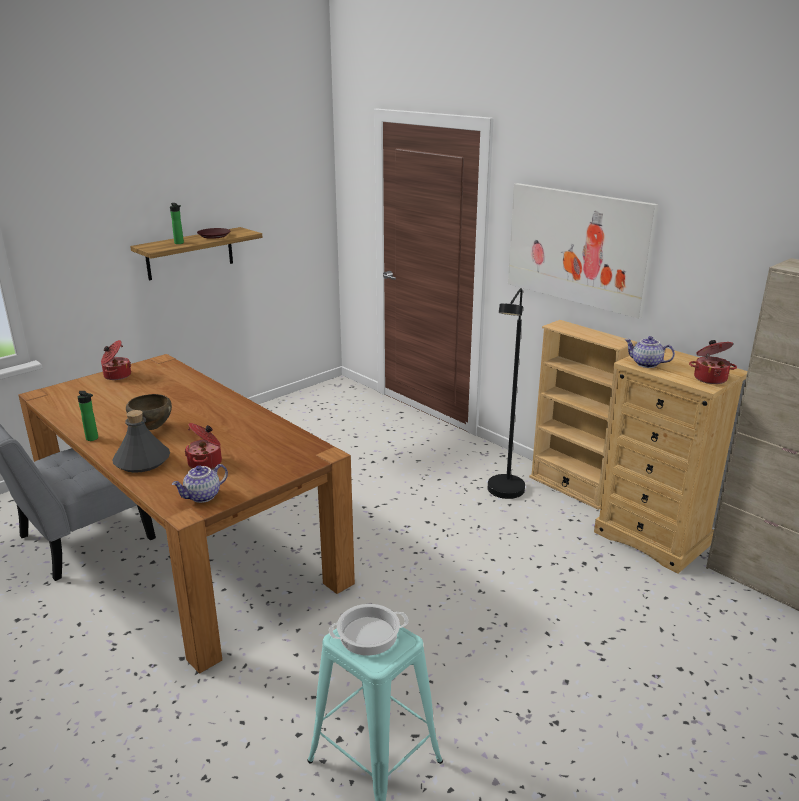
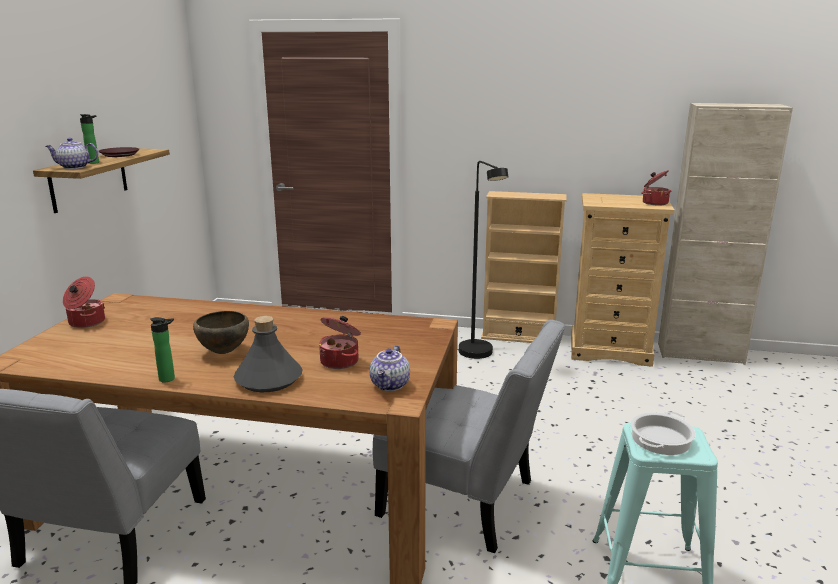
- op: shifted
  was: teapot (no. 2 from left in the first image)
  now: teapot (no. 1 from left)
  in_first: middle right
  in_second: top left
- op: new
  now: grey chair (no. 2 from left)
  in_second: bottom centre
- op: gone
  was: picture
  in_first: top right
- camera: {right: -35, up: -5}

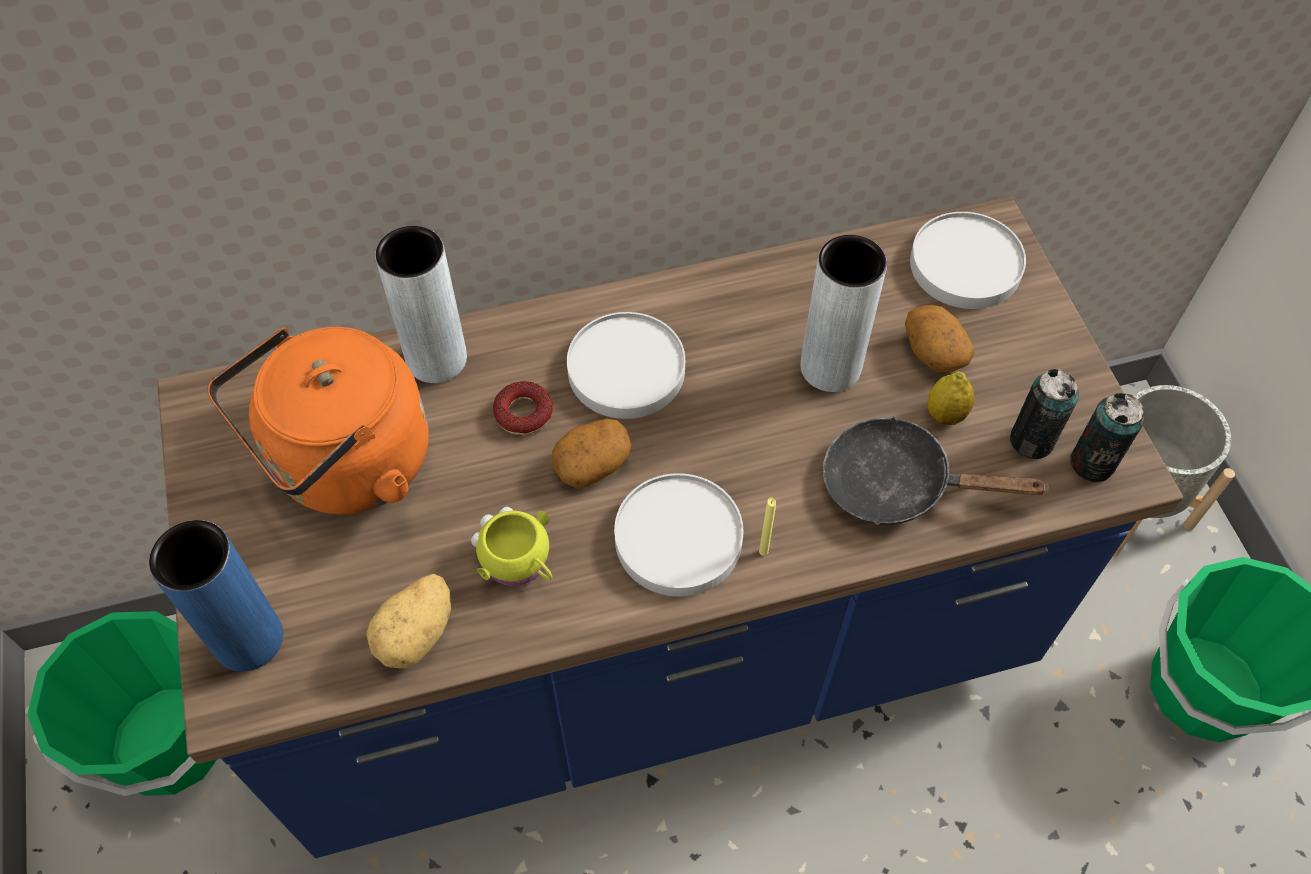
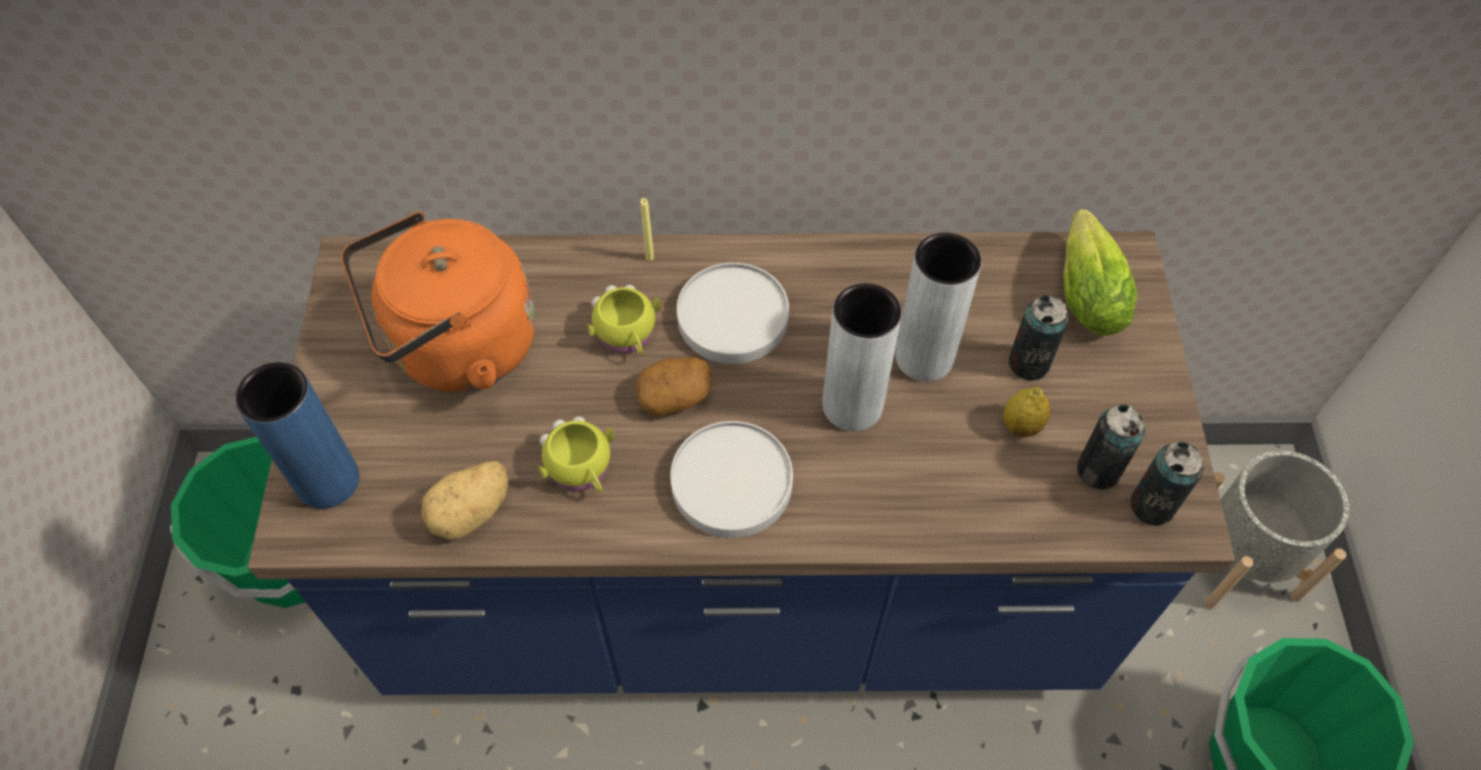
- op: swapped
  was: donut
  now: yellow mug (no. 2 from left)
  in_first: centre
  in_second: centre
- op: shifted
  was: yellow candle
  in_first: centre
  in_second: top centre
- op: shifted
  was: grey vase (no. 1 from left)
  in_first: middle left
  in_second: centre
- op: swapped
  was: potato (no. 3 from left)
  now: can (no. 1 from left)
  in_first: middle right
  in_second: middle right
- op: swapped
  was: white plate (no. 3 from left)
  now: lettuce
  in_first: top right
  in_second: middle right
- op: gone
  was: black frying pan
  in_first: middle right
- camera: {right: 15, up: 0}

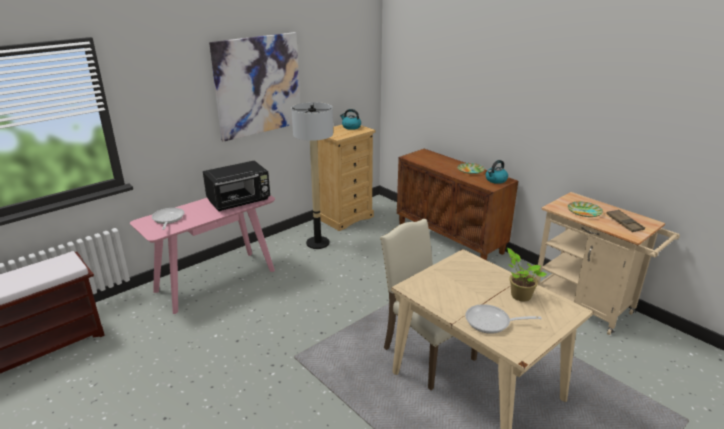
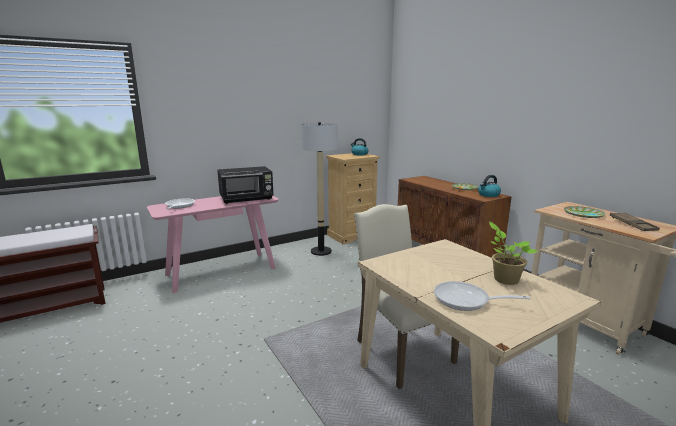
- op: gone
  was: picture
  in_first: top centre
- camera: {right: 10, up: -10}

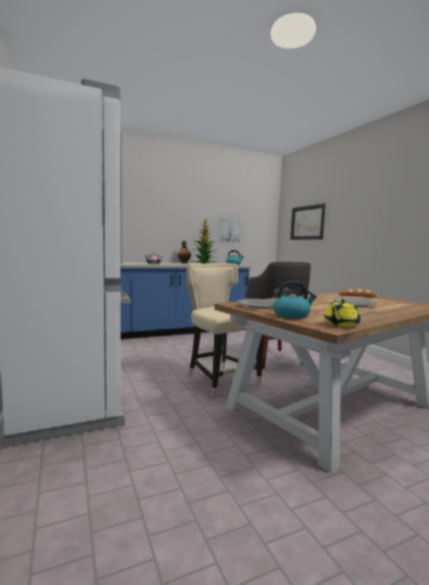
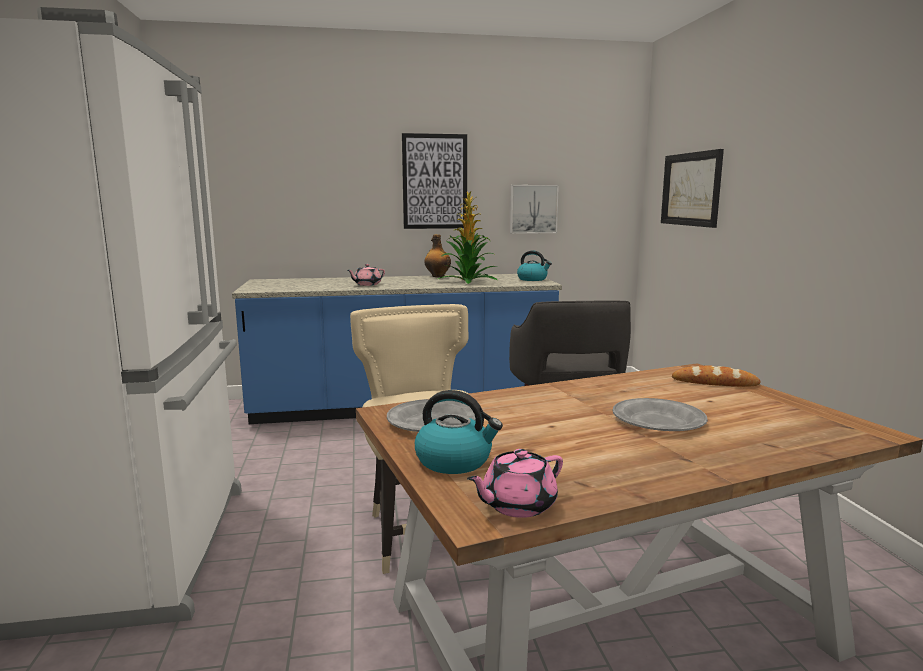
- op: new
  now: picture (no. 1 from left)
  in_second: top centre
- op: repainted
  was: yellow teapot
  now: pink teapot (no. 2 from left)
  in_first: middle right
  in_second: bottom centre
- camera: {right: 15, up: 5}

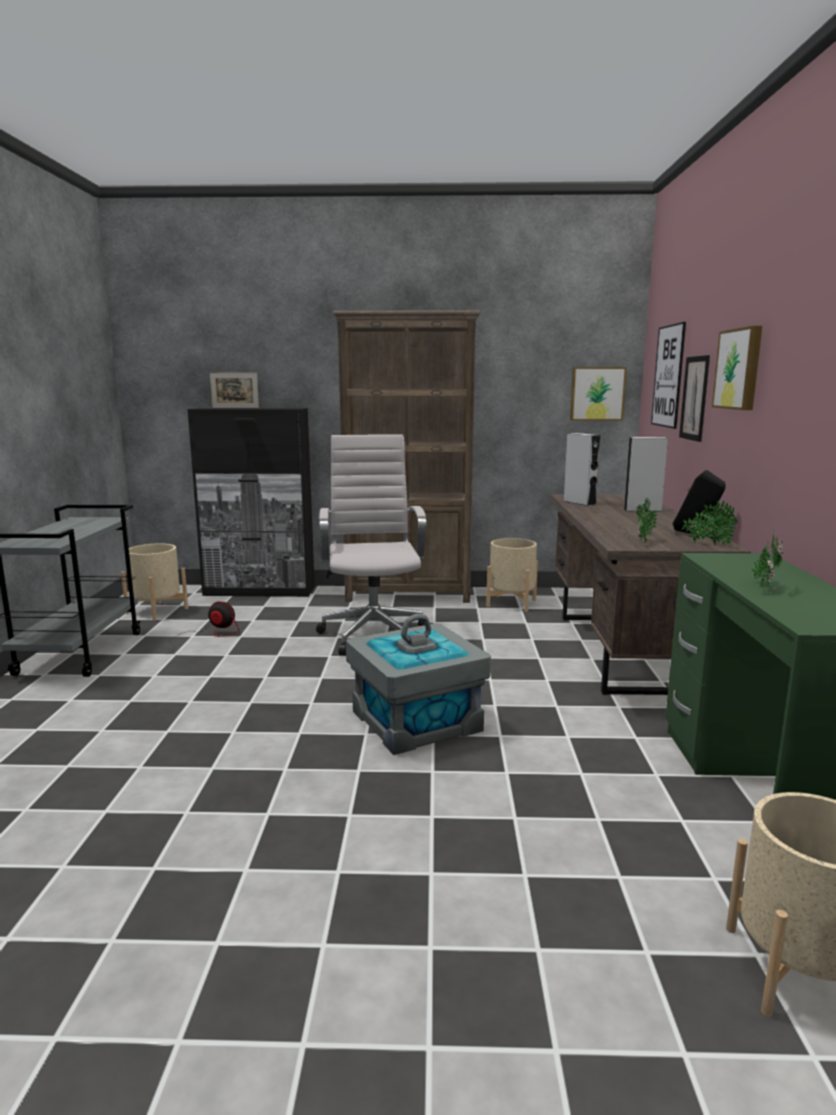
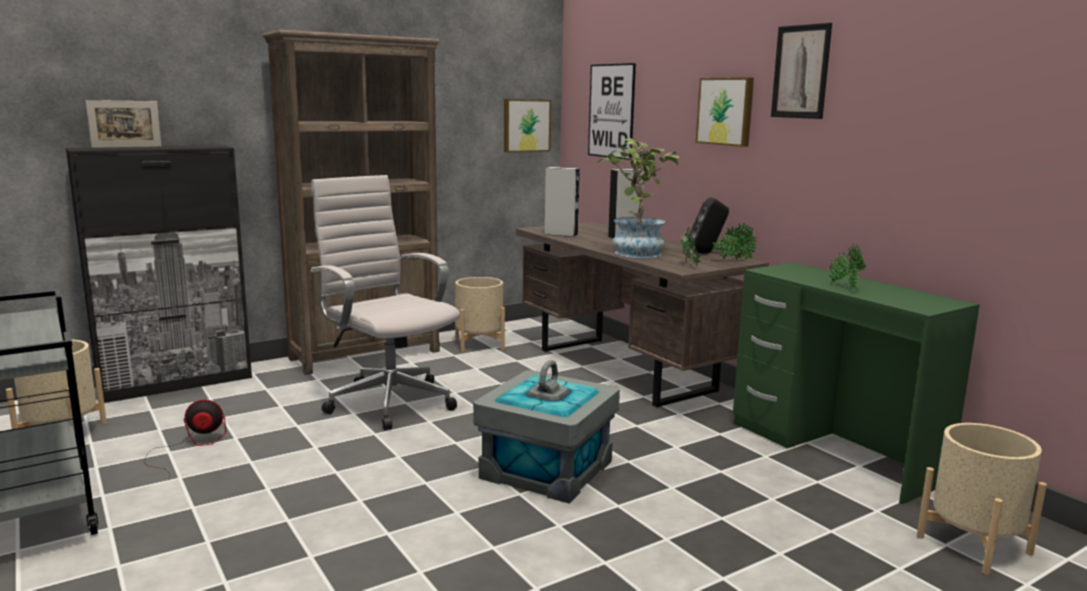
- op: new
  now: potted plant (no. 1 from left)
  in_second: centre
- op: shifted
  was: picture (no. 3 from left in the first image)
  now: picture (no. 4 from left)
  in_first: middle right
  in_second: top right
- camera: {right: -35, up: 0}

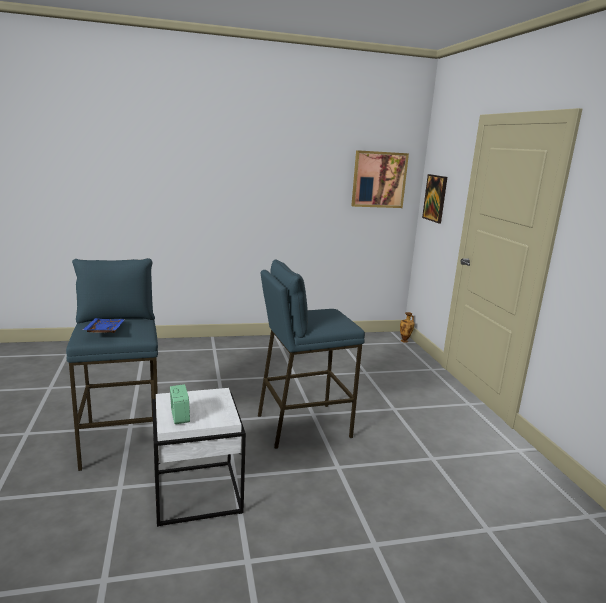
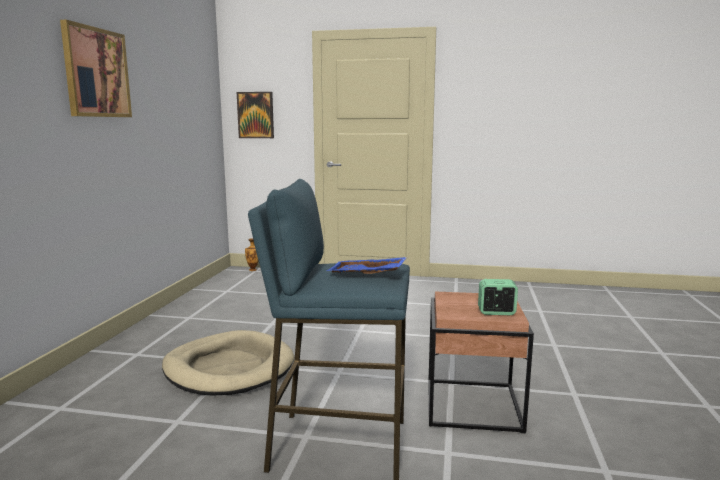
- op: shifted
  was: picture (no. 1 from left)
  in_first: top centre
  in_second: top left
- op: new
  now: beige dog bed
  in_second: bottom left
- op: repainted
  was: white side table
  now: brown side table
  in_first: bottom left
  in_second: bottom right
- op: gone
  was: blue stool (no. 2 from left)
  in_first: centre
- camera: {right: -65, up: -5}

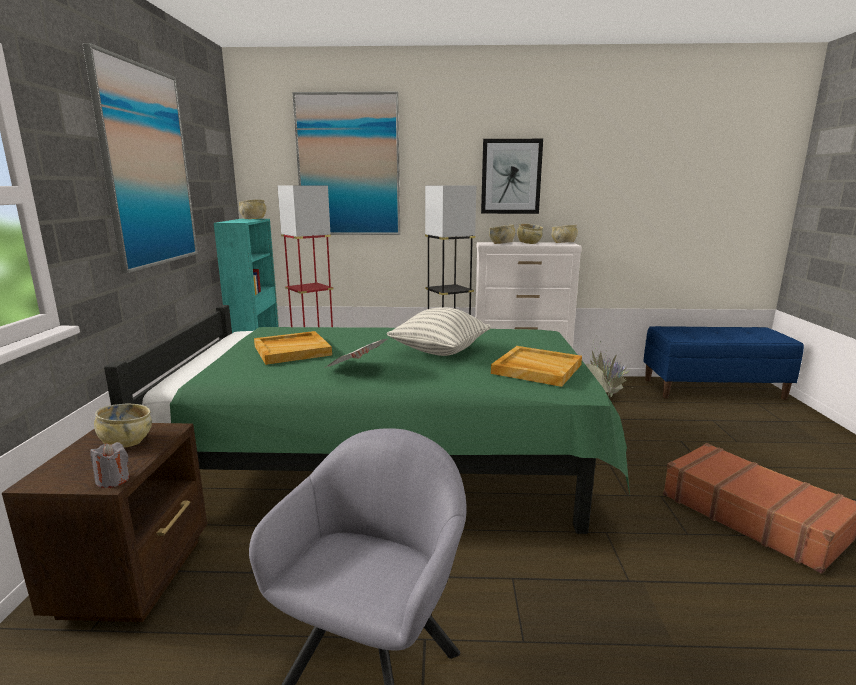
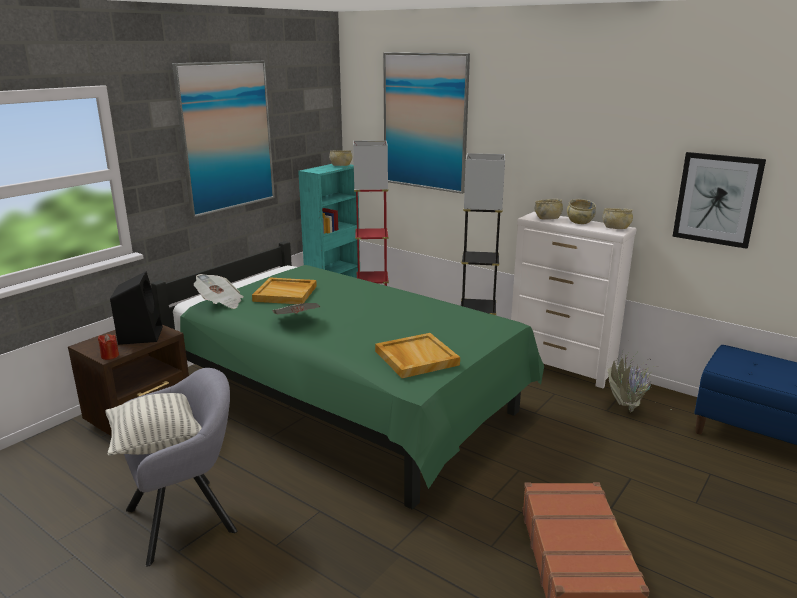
- op: repainted
  was: grey candle
  now: red candle
  in_first: bottom left
  in_second: middle left
- op: shifted
  was: pillow
  in_first: centre
  in_second: bottom left
- op: swapped
  was: beige bowl (no. 1 from left)
  now: black speaker
  in_first: middle left
  in_second: middle left
- op: new
  now: newspaper (no. 1 from left)
  in_second: middle left
- op: shifted
  was: picture (no. 3 from left)
  in_first: top centre
  in_second: middle right
- camera: {right: 35, up: 5}

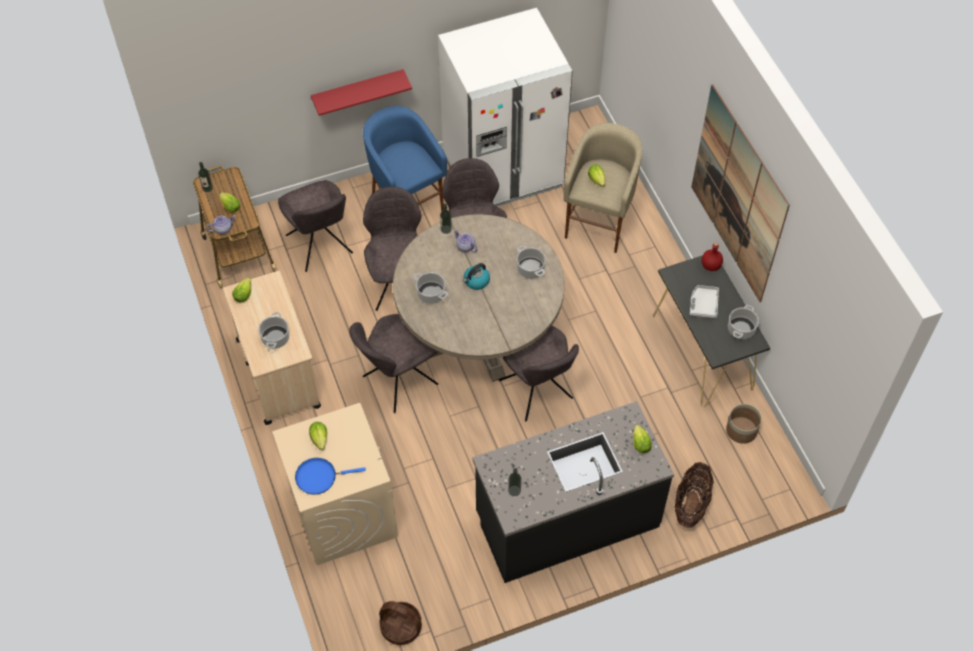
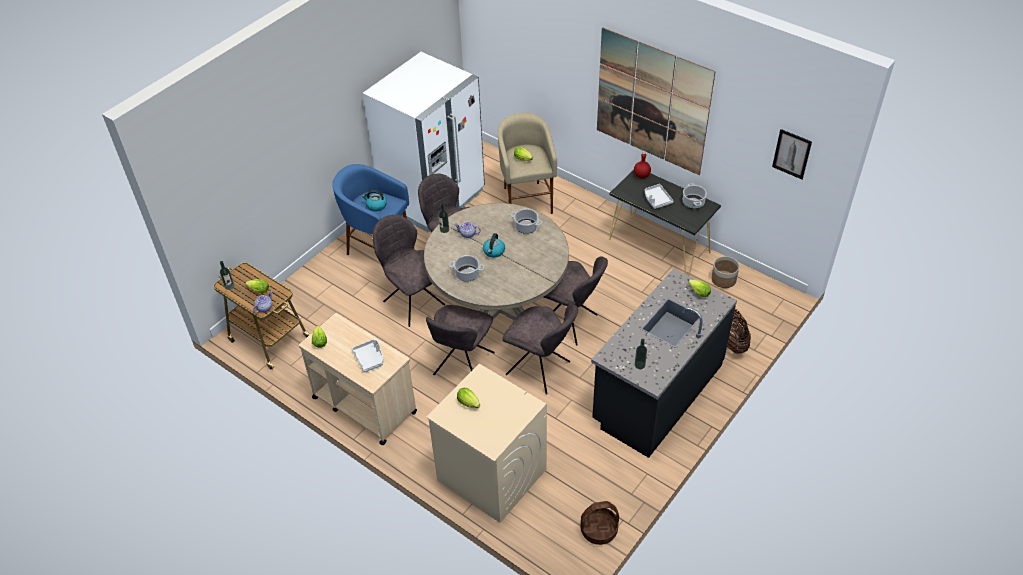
- op: swapped
  was: cooking pot (no. 1 from left)
  now: grey tray (no. 1 from left)
  in_first: middle left
  in_second: centre
- op: new
  now: kettle (no. 1 from left)
  in_second: centre
- op: shifted
  was: grey chair (no. 1 from left in the first image)
  now: grey chair (no. 4 from left)
  in_first: middle left
  in_second: centre
- op: new
  now: picture (no. 2 from left)
  in_second: top right
- op: gone
  was: blue frying pan
  in_first: bottom centre
- op: gone
  was: red shelf
  in_first: top centre
- camera: {right: -30, up: -10}

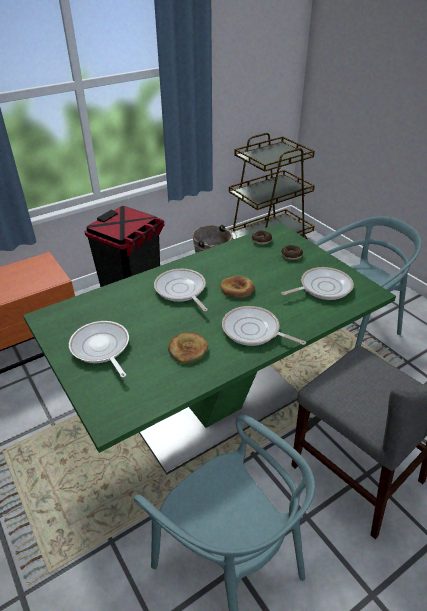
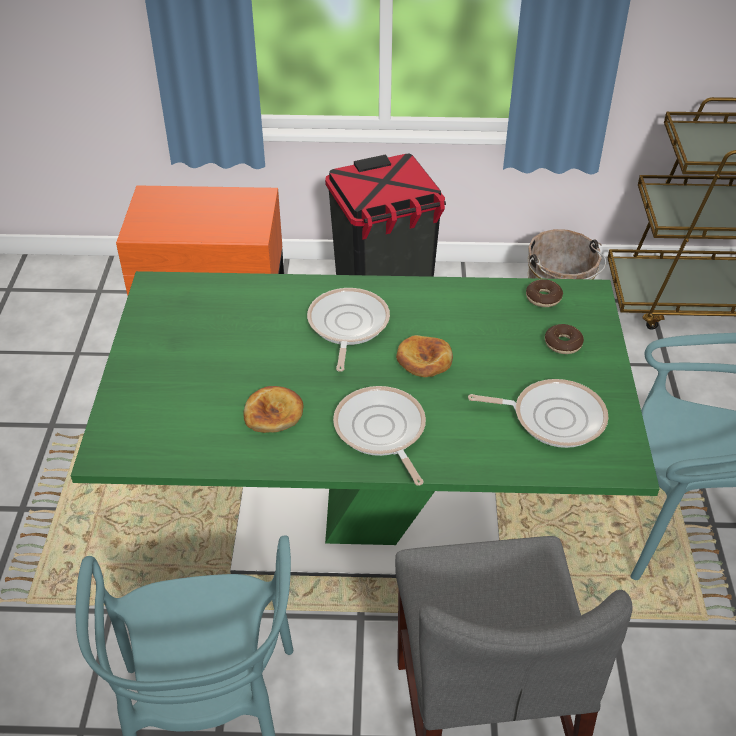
- op: gone
  was: frying pan (no. 1 from left)
  in_first: middle left
- camera: {right: 35, up: 5}

